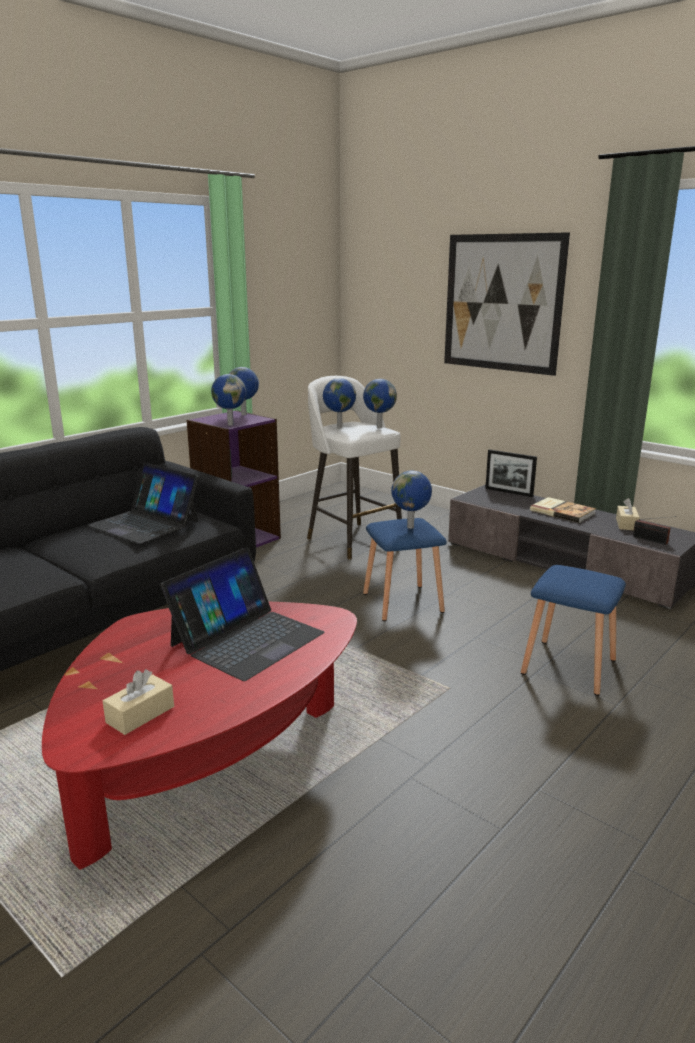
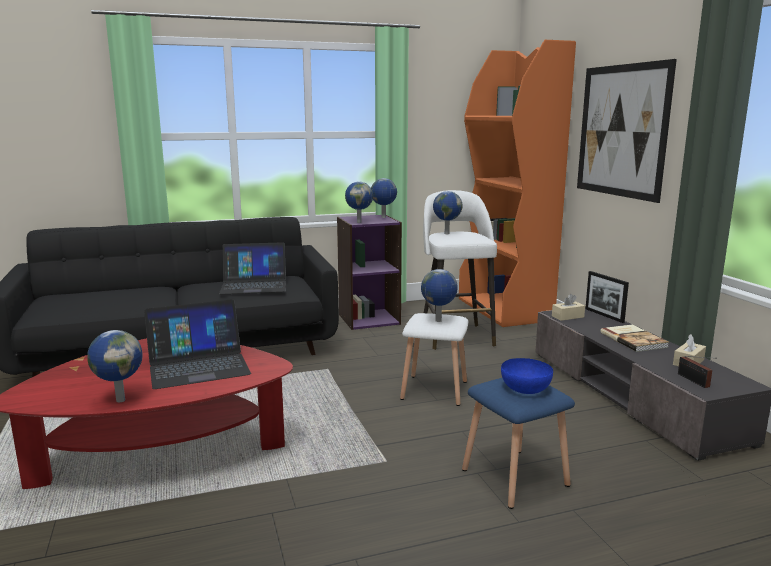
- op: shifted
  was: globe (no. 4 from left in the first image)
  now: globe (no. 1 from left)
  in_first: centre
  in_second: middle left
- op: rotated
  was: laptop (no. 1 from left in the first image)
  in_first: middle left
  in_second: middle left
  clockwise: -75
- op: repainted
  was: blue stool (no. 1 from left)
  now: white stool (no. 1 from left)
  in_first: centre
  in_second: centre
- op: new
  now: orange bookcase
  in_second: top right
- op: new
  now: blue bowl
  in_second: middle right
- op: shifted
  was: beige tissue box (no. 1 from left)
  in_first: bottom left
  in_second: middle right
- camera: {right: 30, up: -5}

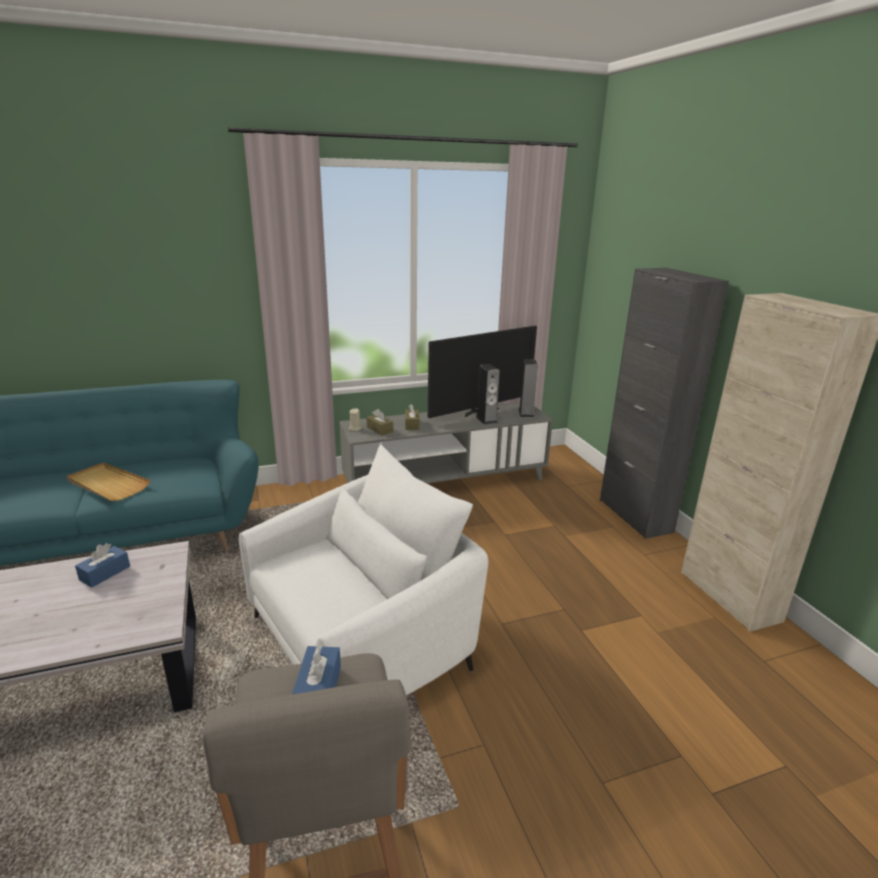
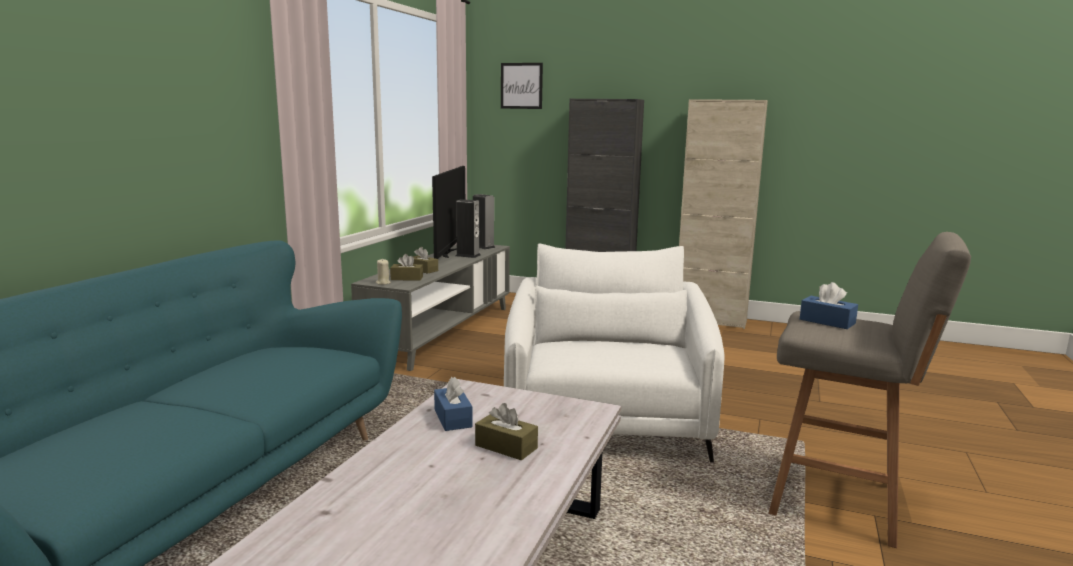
- op: new
  now: brown tissue box (no. 3 from left)
  in_second: bottom centre
- op: new
  now: picture
  in_second: top centre
- op: gone
  was: beige tray
  in_first: middle left
- camera: {right: -50, up: -10}

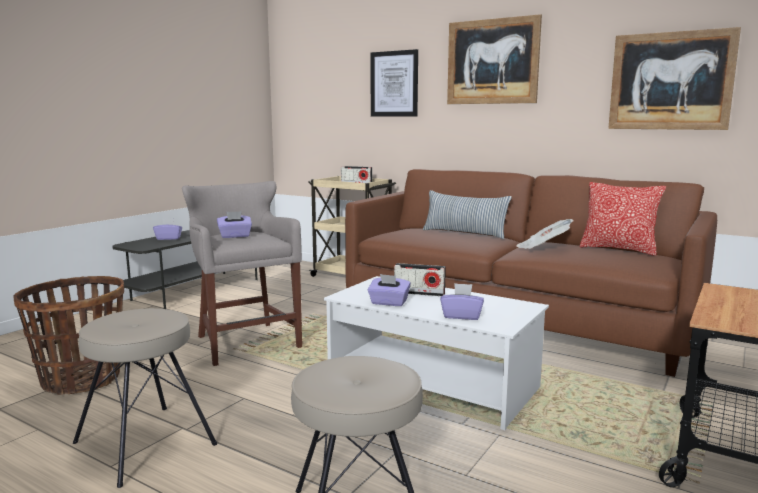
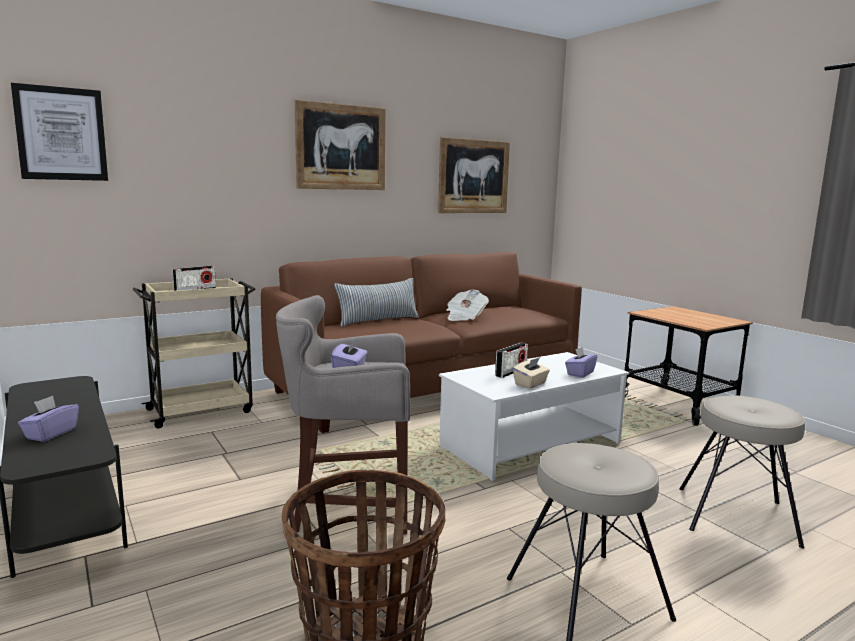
- op: shifted
  was: picture (no. 1 from left)
  in_first: top centre
  in_second: top left
- op: repainted
  was: purple tissue box (no. 3 from left)
  now: beige tissue box
  in_first: centre
  in_second: centre
- op: gone
  was: pillow (no. 2 from left)
  in_first: middle right
- camera: {right: -65, up: 0}

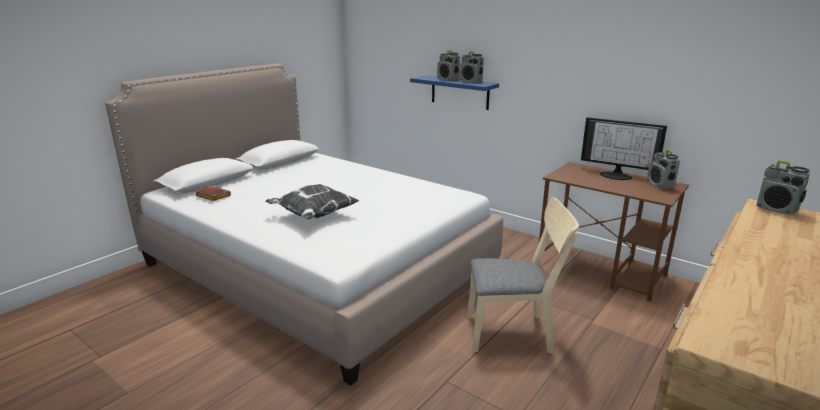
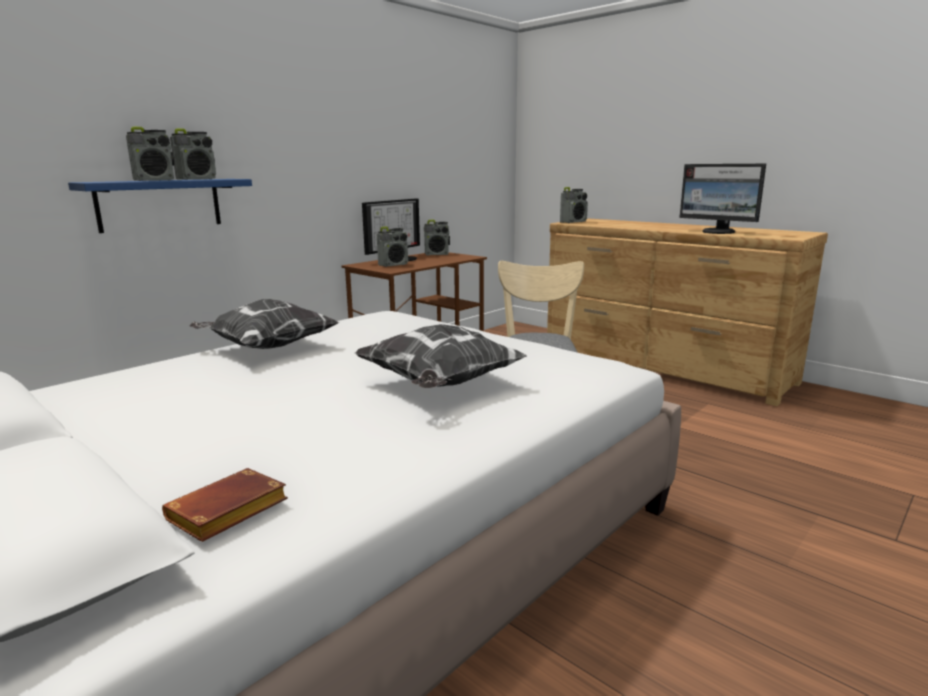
- op: new
  now: pillow (no. 1 from left)
  in_second: middle left
- op: new
  now: radio (no. 3 from left)
  in_second: centre
- op: new
  now: monitor (no. 2 from left)
  in_second: top right
- camera: {right: -85, up: -5}

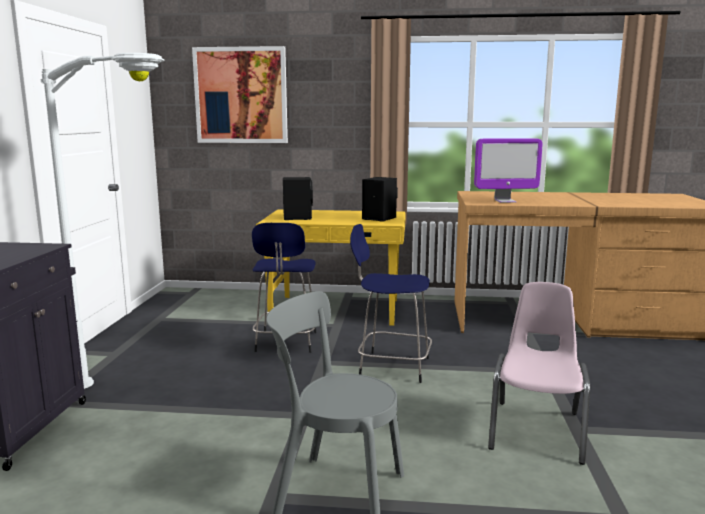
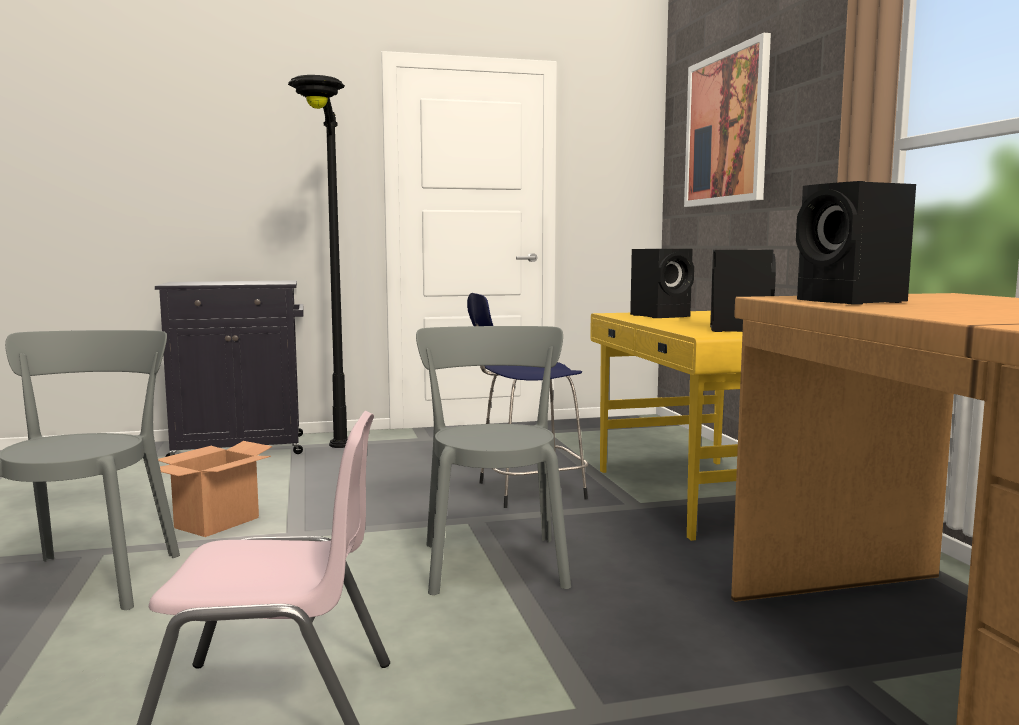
- op: new
  now: cardboard box
  in_second: bottom left
- op: repainted
  was: white floor lamp
  now: black floor lamp
  in_first: middle left
  in_second: middle left
- op: swapped
  was: blue stool (no. 2 from left)
  now: grey chair (no. 2 from left)
  in_first: centre
  in_second: centre
- op: swapped
  was: monitor
  now: black speaker (no. 3 from left)
  in_first: top right
  in_second: middle right
- camera: {right: 70, up: -5}

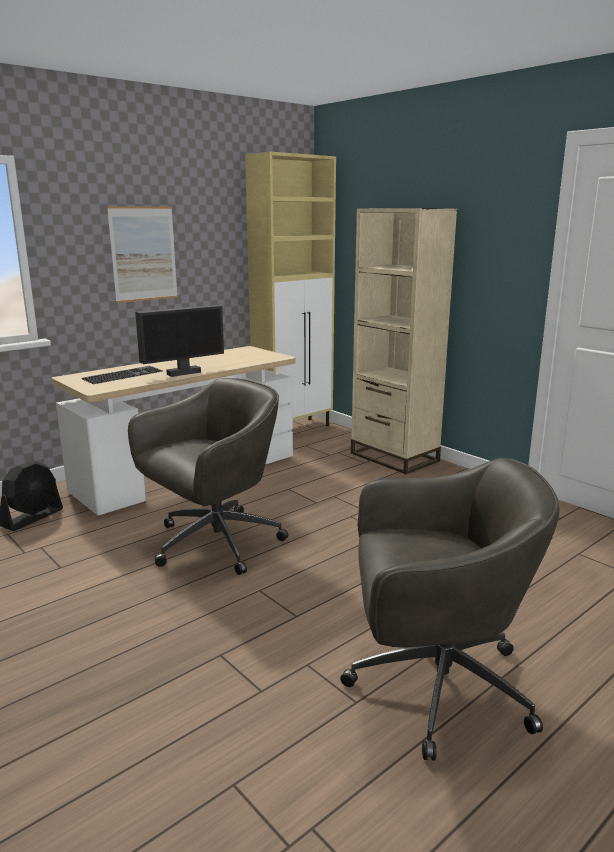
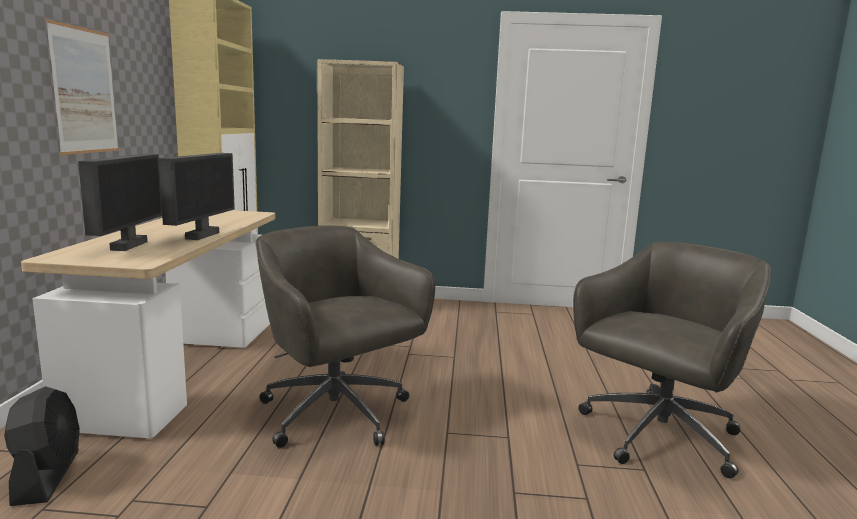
- op: swapped
  was: keyboard
  now: monitor (no. 1 from left)
  in_first: middle left
  in_second: middle left
- op: rotated
  was: grey office chair (no. 1 from left)
  in_first: centre
  in_second: centre
  clockwise: -45
- camera: {right: -45, up: -5}

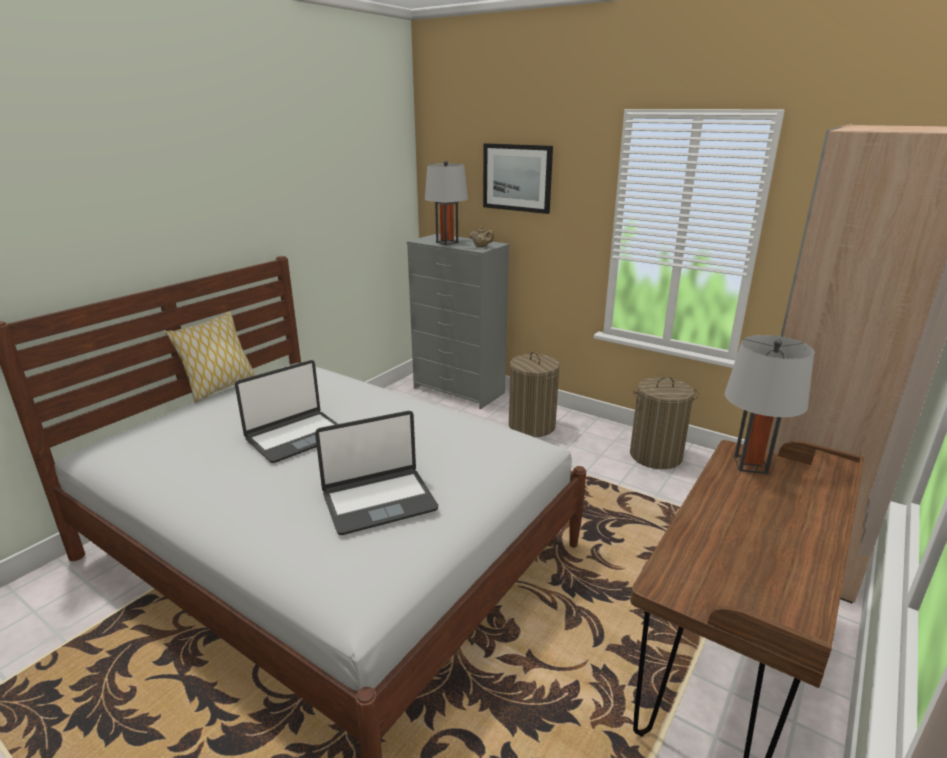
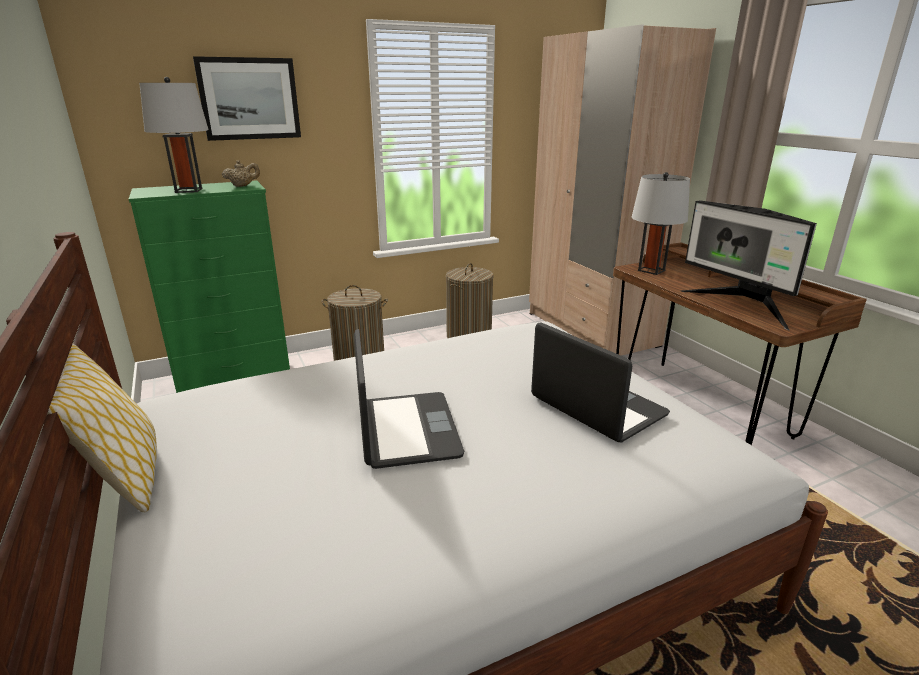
- op: repainted
  was: grey dresser
  now: green dresser
  in_first: centre
  in_second: middle left
- op: rotated
  was: laptop (no. 2 from left)
  in_first: centre
  in_second: centre
  clockwise: -45
- op: new
  now: monitor
  in_second: middle right
- camera: {right: -60, up: 0}

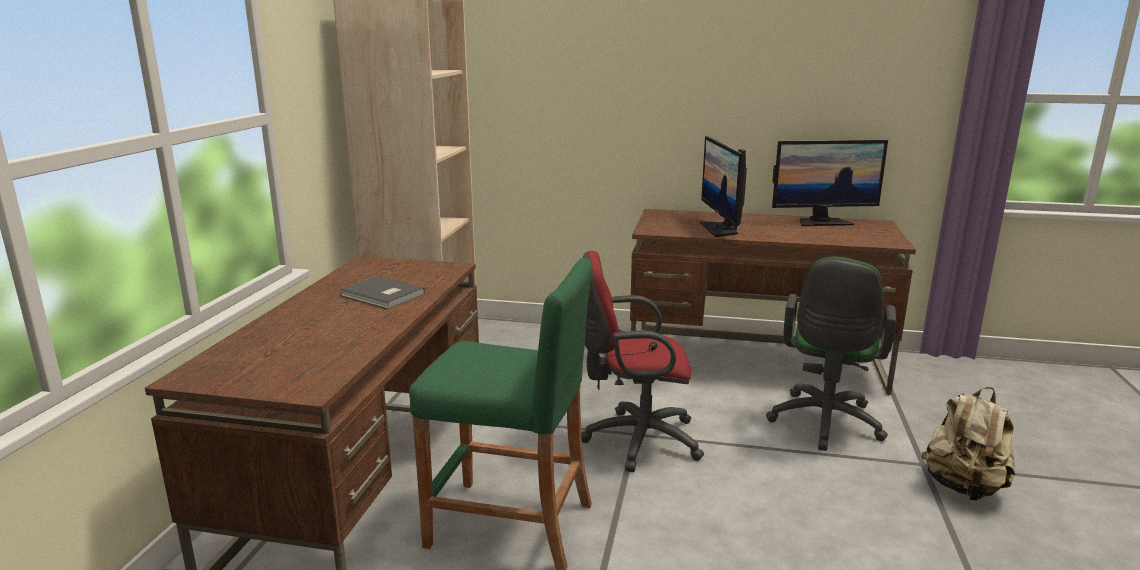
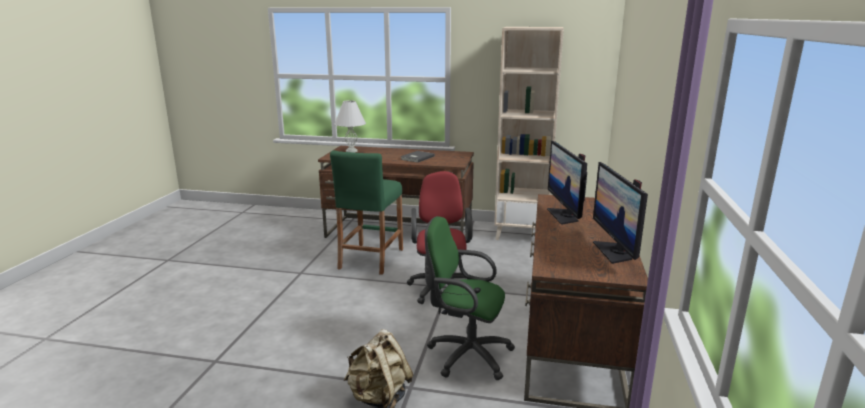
- op: new
  now: white table lamp
  in_second: top centre
- op: rotated
  was: monitor (no. 1 from left)
  in_first: top centre
  in_second: centre
  clockwise: -90
- camera: {right: 90, up: 0}

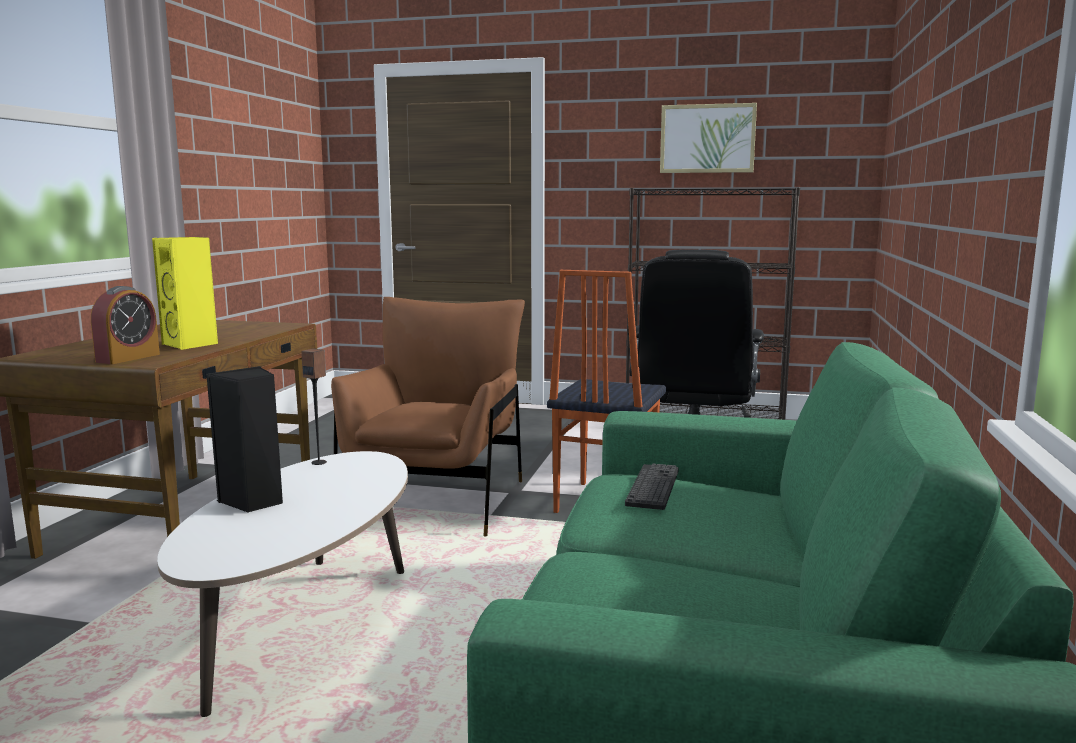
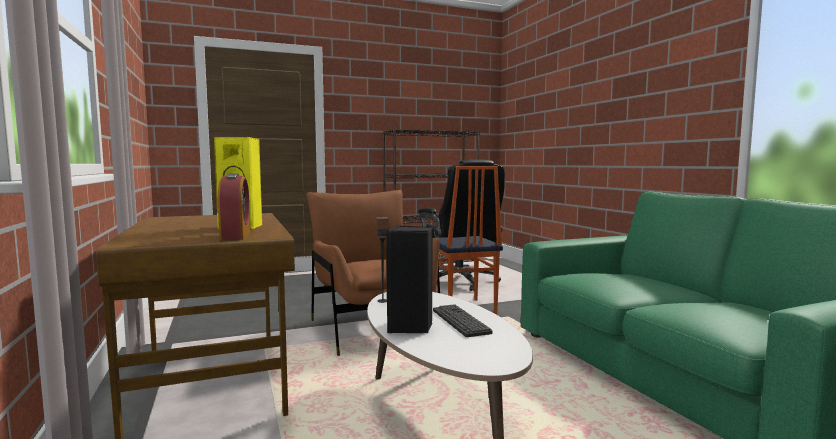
- op: shifted
  was: keyboard
  in_first: centre
  in_second: bottom centre
- op: gone
  was: picture
  in_first: top centre
- camera: {right: -35, up: -5}

